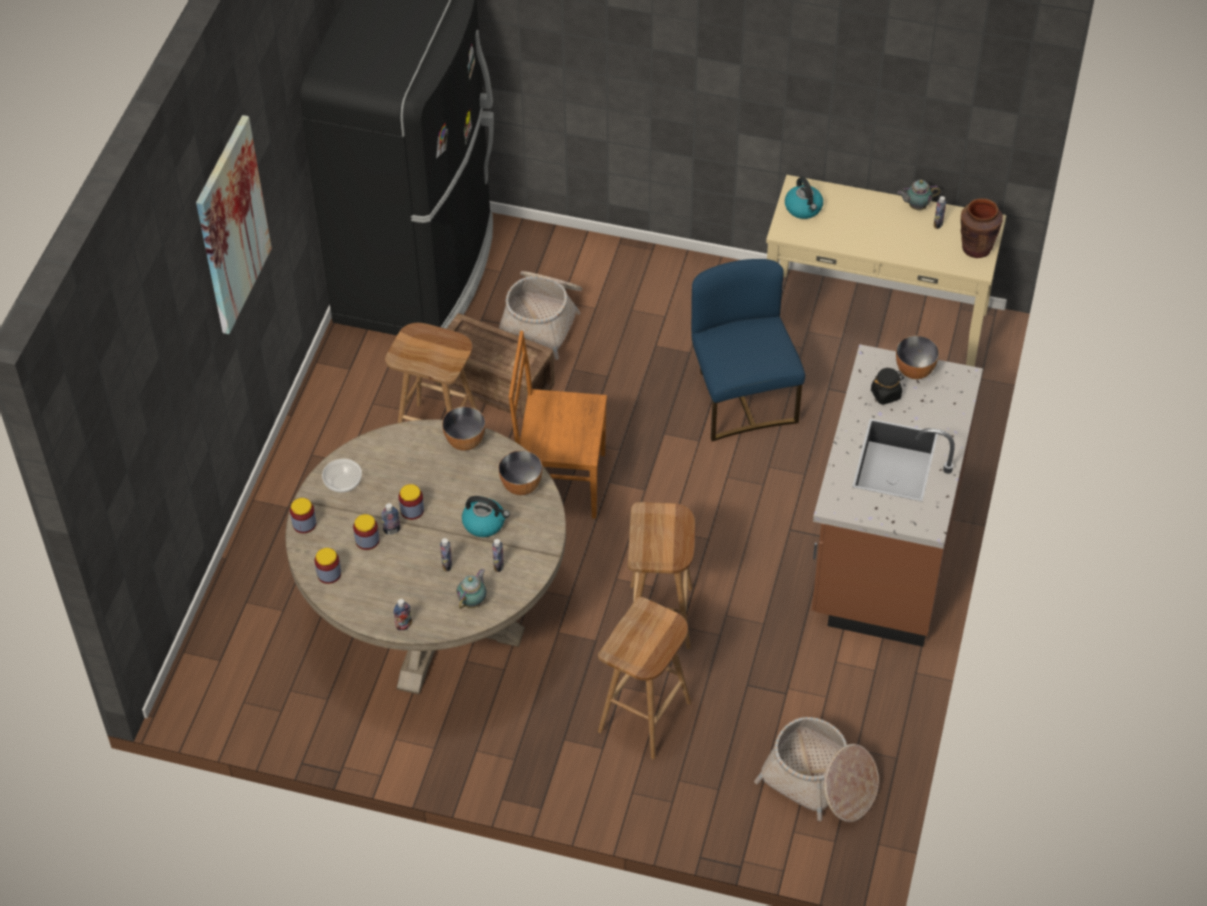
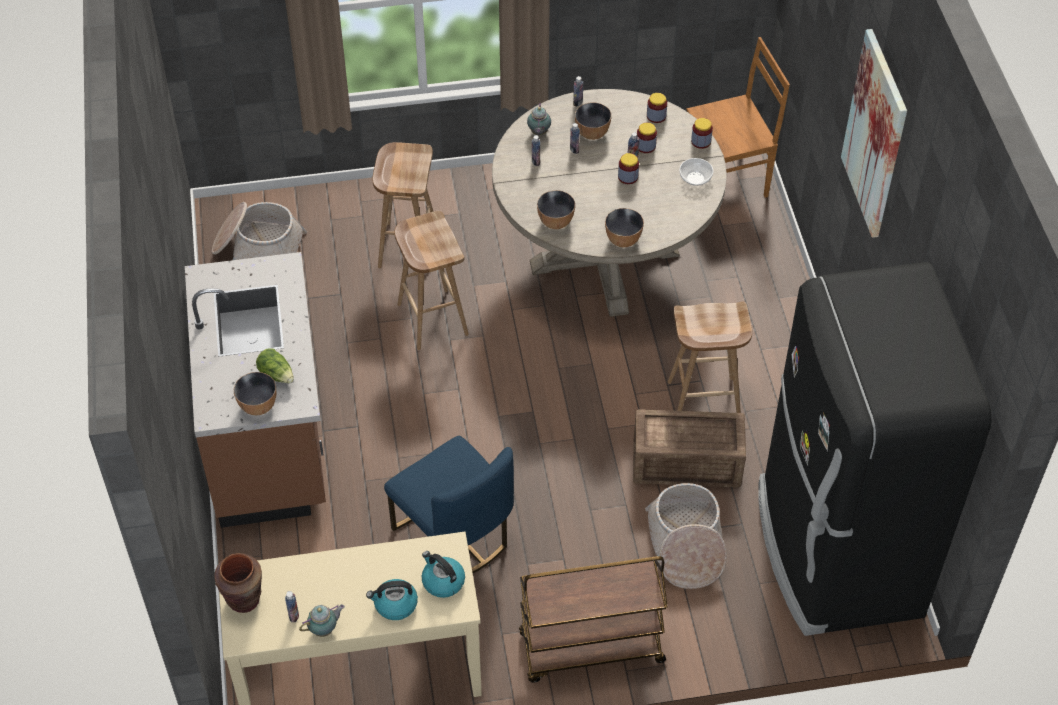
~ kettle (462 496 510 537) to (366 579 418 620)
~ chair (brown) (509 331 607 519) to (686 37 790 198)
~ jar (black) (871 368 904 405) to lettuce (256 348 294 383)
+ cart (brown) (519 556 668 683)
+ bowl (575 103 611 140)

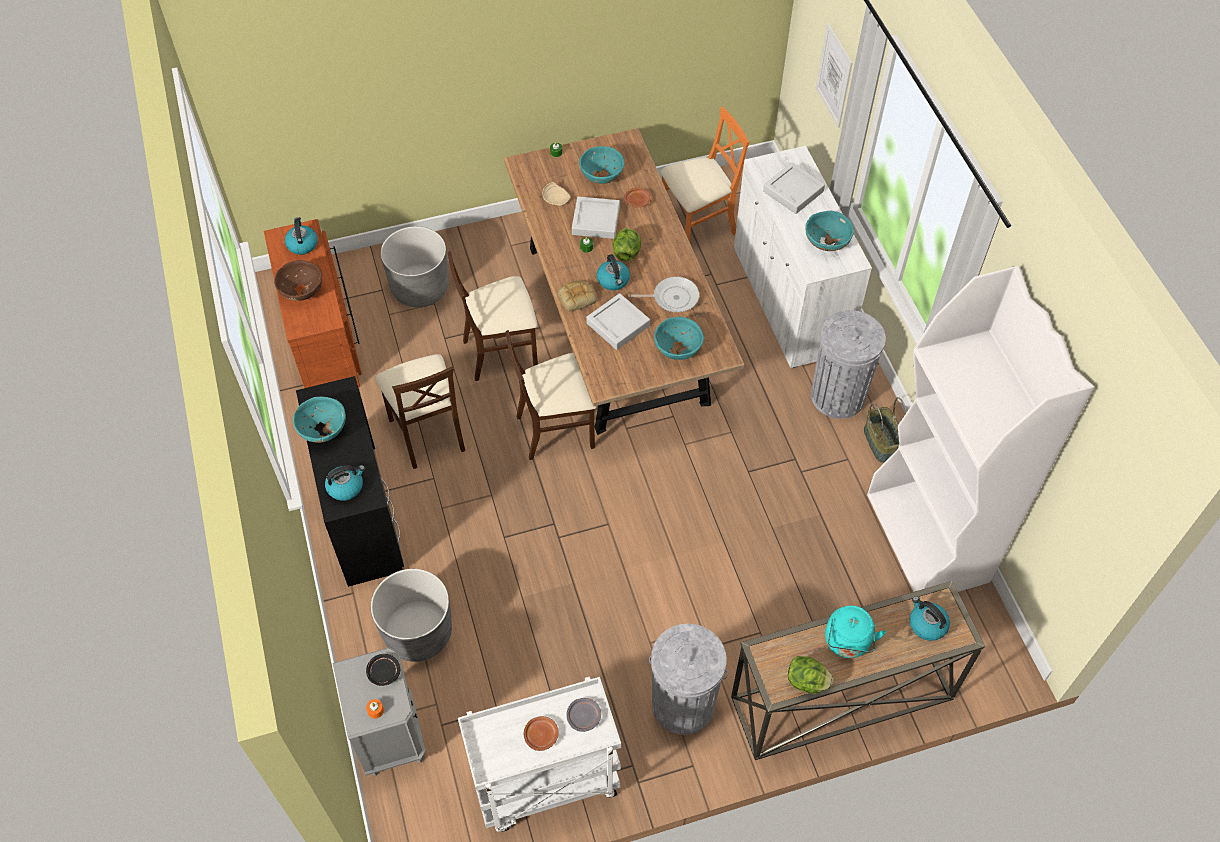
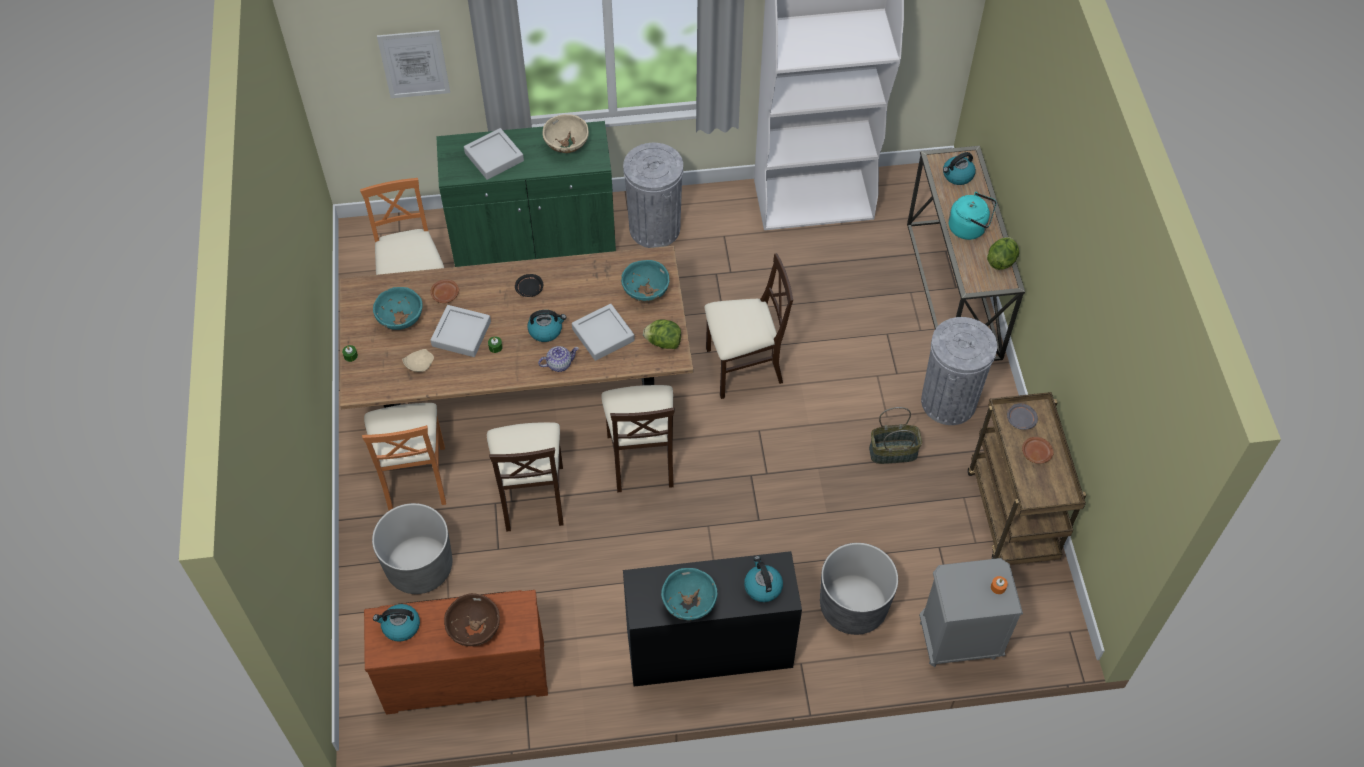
~ plate (black) (366 654 400 686) to (515 274 543 297)
~ chair (beige) (375 354 465 469) to (705 253 793 399)
~ cart (white) (458 677 621 832) to cart (brown) (968 392 1086 565)
~ bread (558 281 596 312) to teapot (538 346 579 372)
~ lettuce (613 228 641 261) to (643 319 681 349)
- frying pan (628 276 699 312)
~ cabinet (white) (734 146 872 368) to cabinet (green) (436 121 616 267)
~ bowl (turquoise) (805 211 854 251) to bowl (beige) (543 114 589 153)
~ basket (864 397 907 463) to (869 407 922 464)
+ chair (orange) (362 403 446 511)

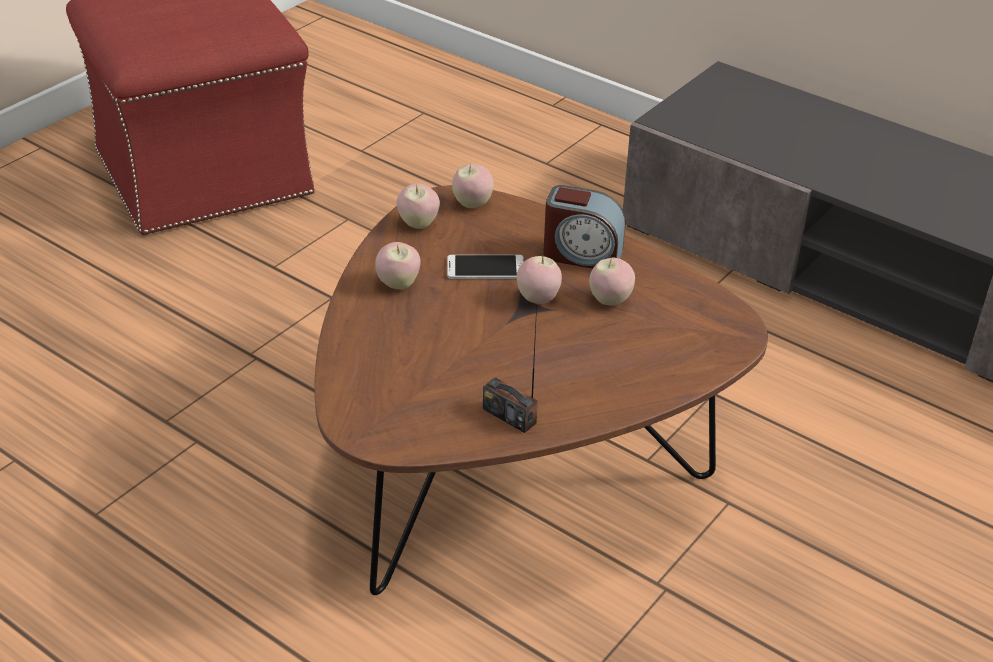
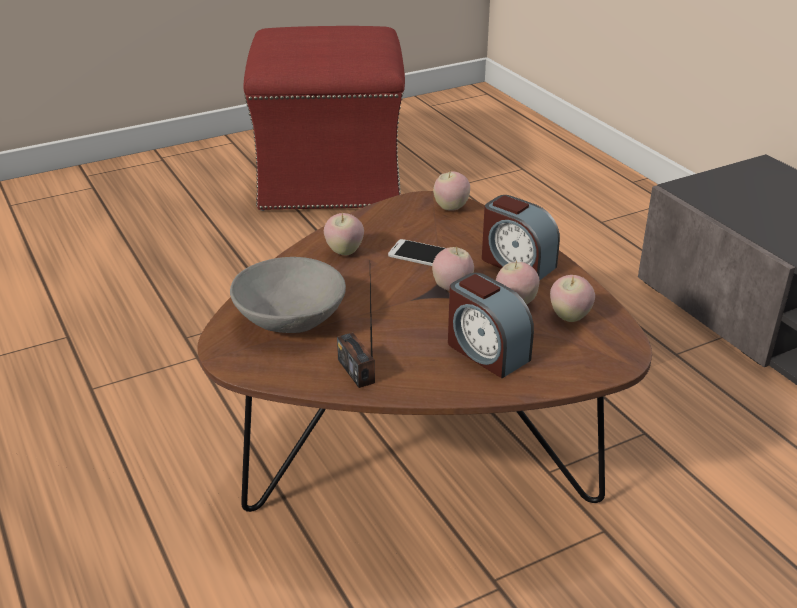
~ apple (397 183 440 229) to (550 275 595 322)
+ bowl (grey) (230 257 346 333)
+ alarm clock (448 273 534 378)

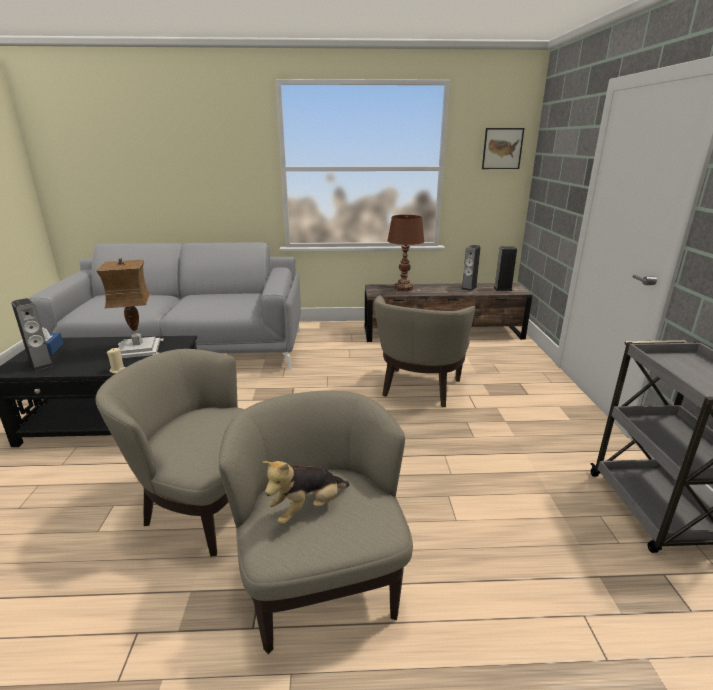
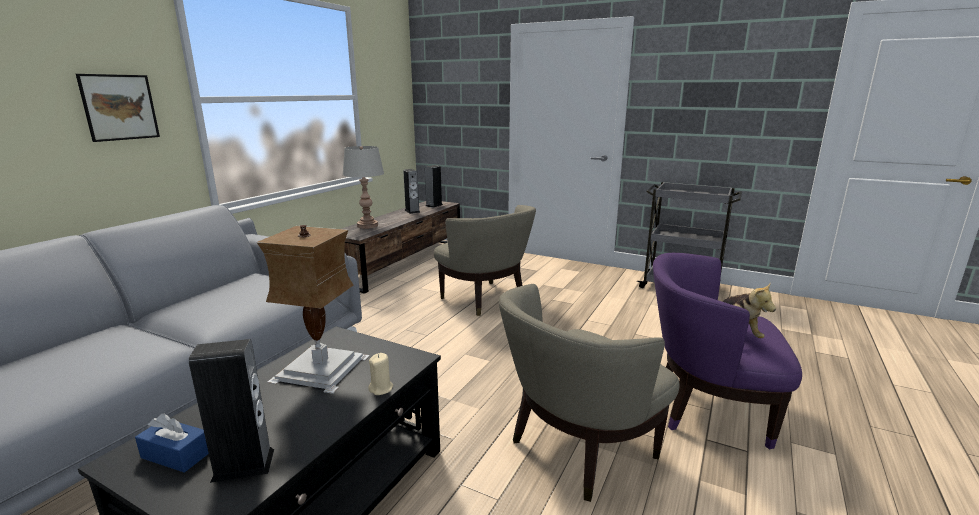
~ armchair (beige) (219 391 413 654) to armchair (purple) (653 253 802 449)
~ table lamp (brown) (387 215 425 291) to table lamp (grey) (342 146 384 229)
~ picture (482 128 524 169) to (76 74 160 142)

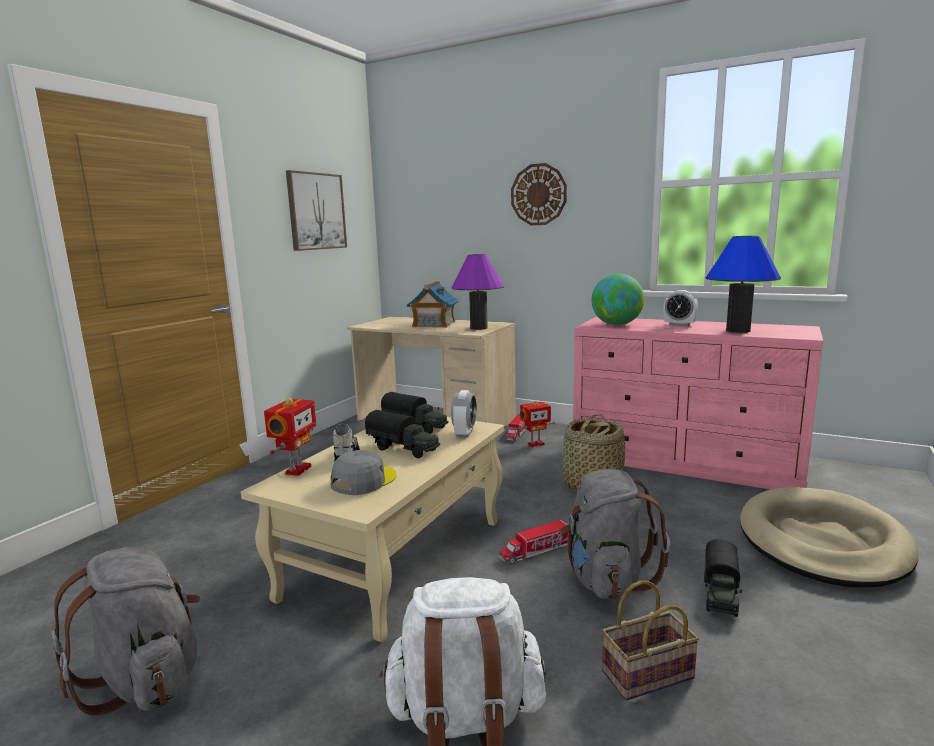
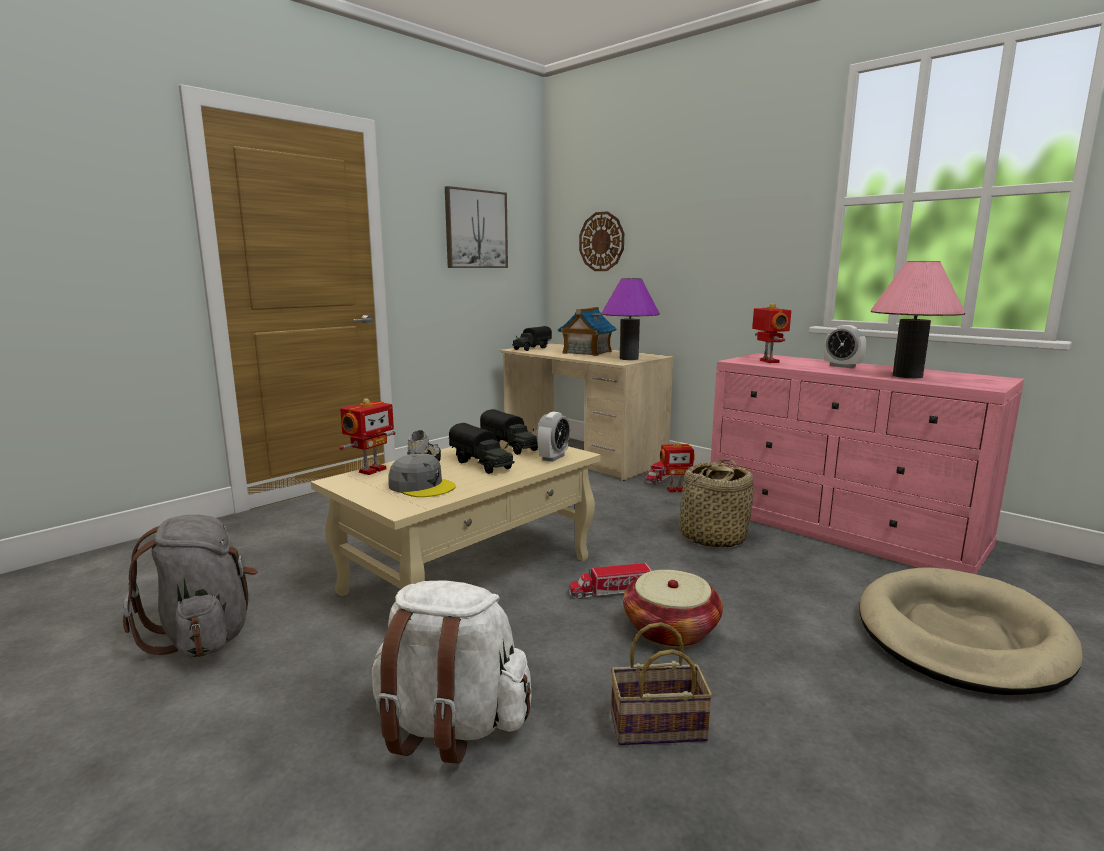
~ cap (grey) (331 450 397 495) = (389 453 456 497) 75 degrees clockwise
~ wall clock (511 163 567 225) to (579 211 624 271)
~ backpack (grey) (559 469 670 599) to basket (623 570 723 647)
~ globe (591 274 644 325) to toy robot (752 303 791 363)
~ toy truck (704 539 742 617) to (512 326 552 351)
~ table lamp (blue) (706 236 781 333) to table lamp (pink) (871 261 965 378)

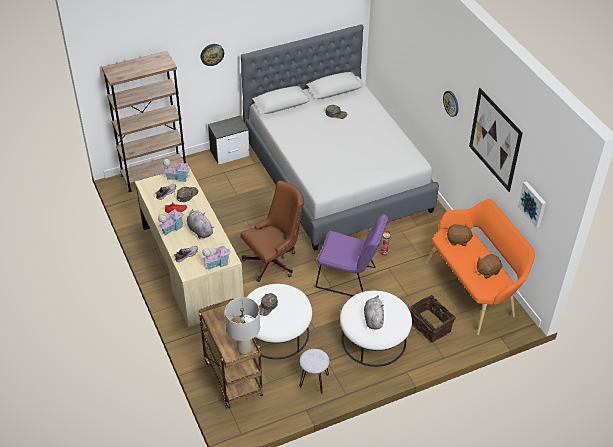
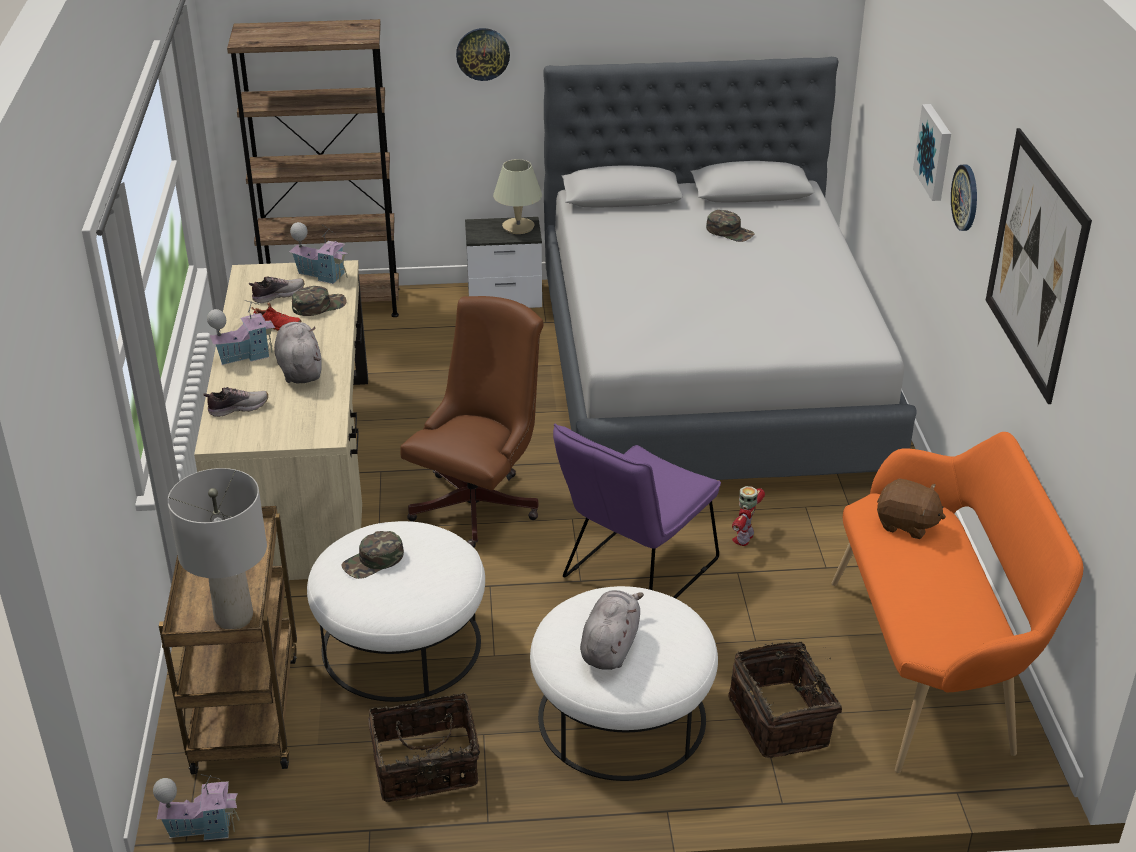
~ toy house (202 243 231 270) to (153 774 239 841)
~ office chair (brown) (240 181 304 282) = (400 296 544 548) 45 degrees counterclockwise
~ stool (grey) (299 349 330 393) to basket (368 692 480 802)
~ chair (purple) (316 213 388 296) = (553 423 721 598) 90 degrees clockwise
- plush toy (brown) (477 254 502 279)
~ picture (518 181 546 228) to (913 104 951 201)
+ table lamp (beige) (493 159 542 234)

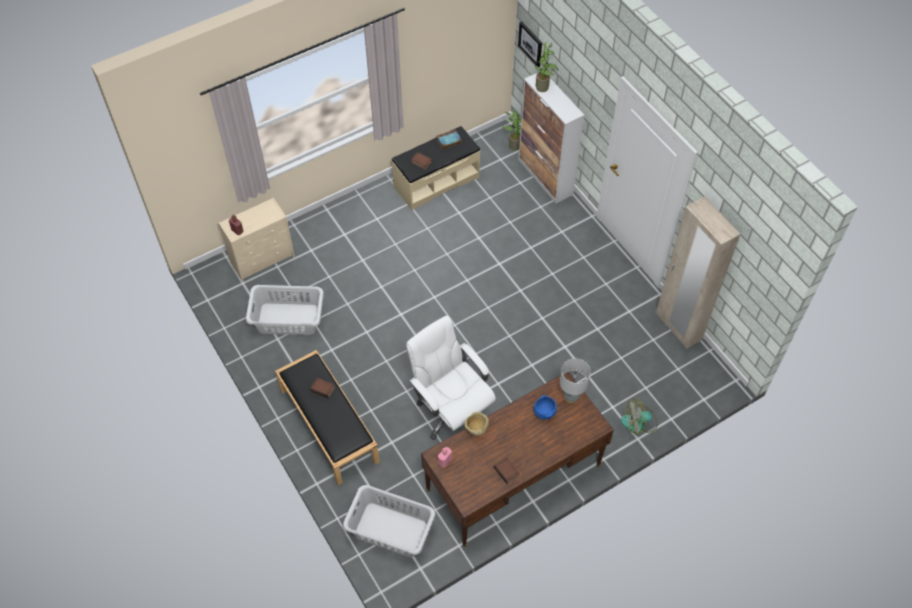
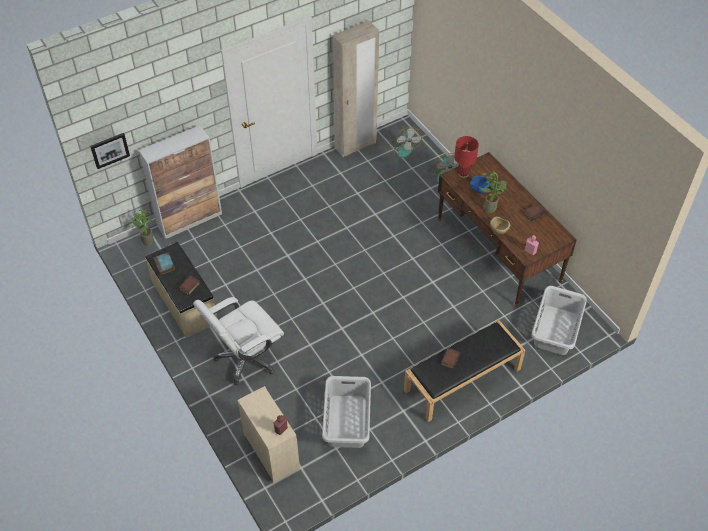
~ office chair (white) (406 316 496 440) to (193 297 284 385)
~ potted plant (535 42 558 92) to (479 171 507 213)
~ table lamp (grey) (560 358 591 403) to table lamp (red) (454 136 479 178)
+ fan (388 127 422 158)

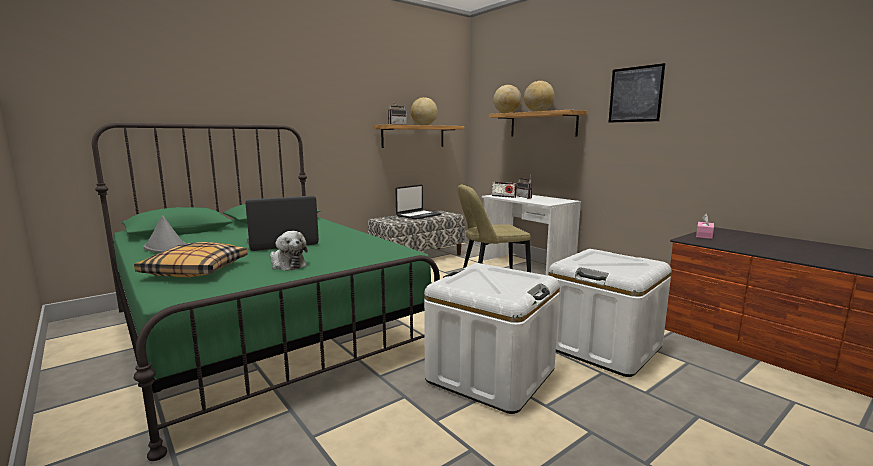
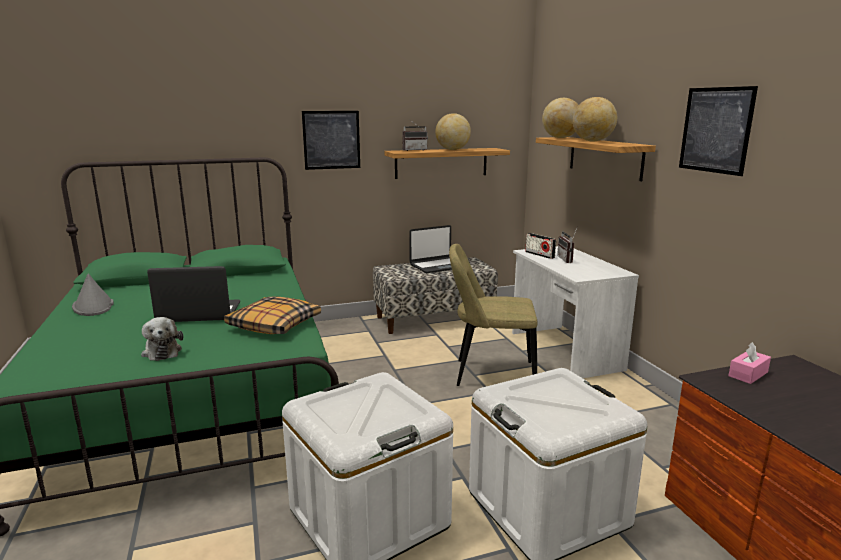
~ pillow (134 242 247 277) to (224 296 321 334)
+ picture (302 111 360 170)

